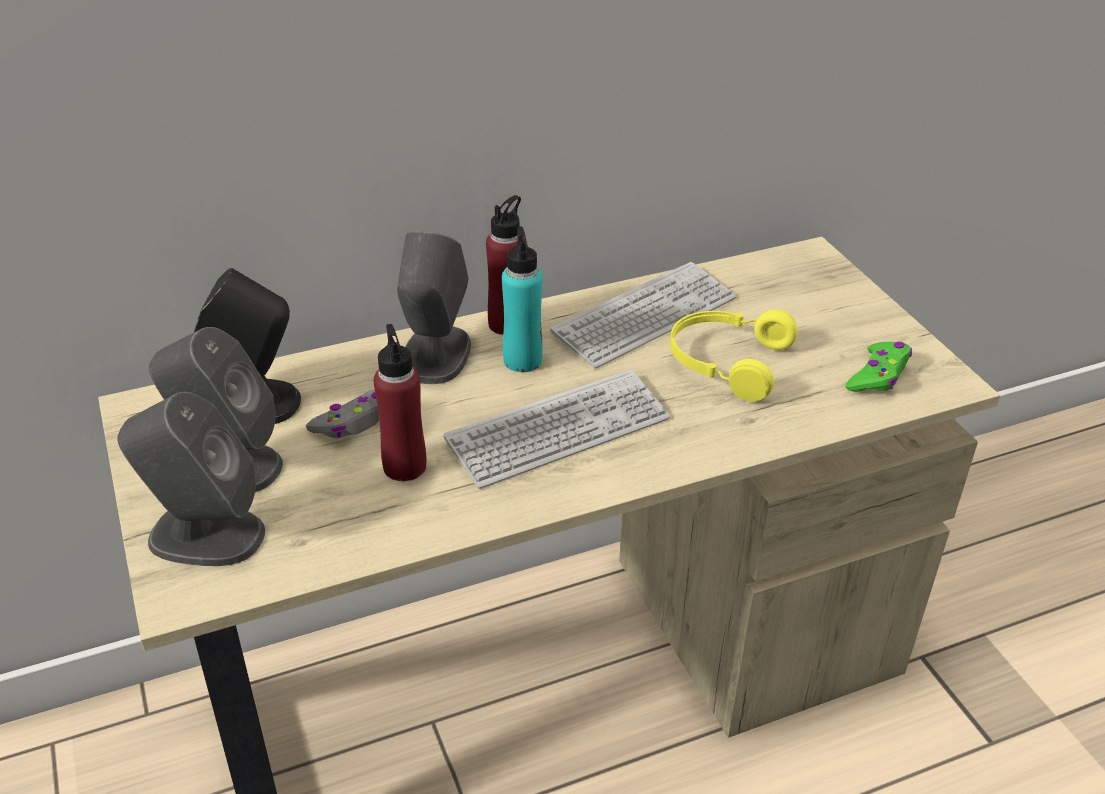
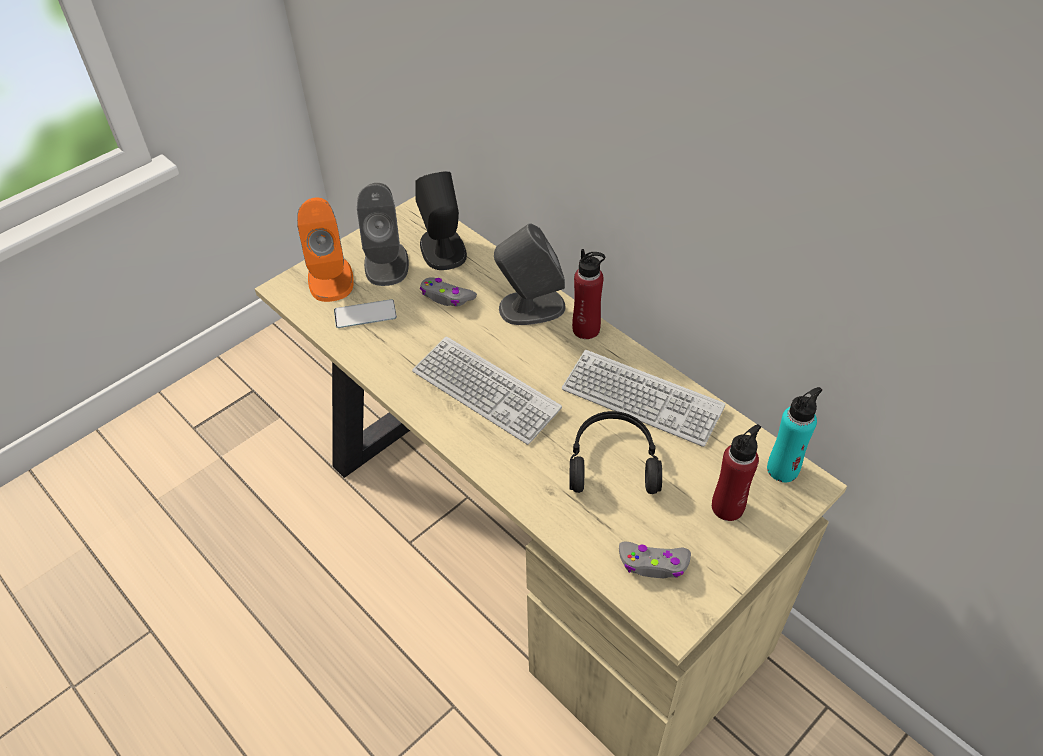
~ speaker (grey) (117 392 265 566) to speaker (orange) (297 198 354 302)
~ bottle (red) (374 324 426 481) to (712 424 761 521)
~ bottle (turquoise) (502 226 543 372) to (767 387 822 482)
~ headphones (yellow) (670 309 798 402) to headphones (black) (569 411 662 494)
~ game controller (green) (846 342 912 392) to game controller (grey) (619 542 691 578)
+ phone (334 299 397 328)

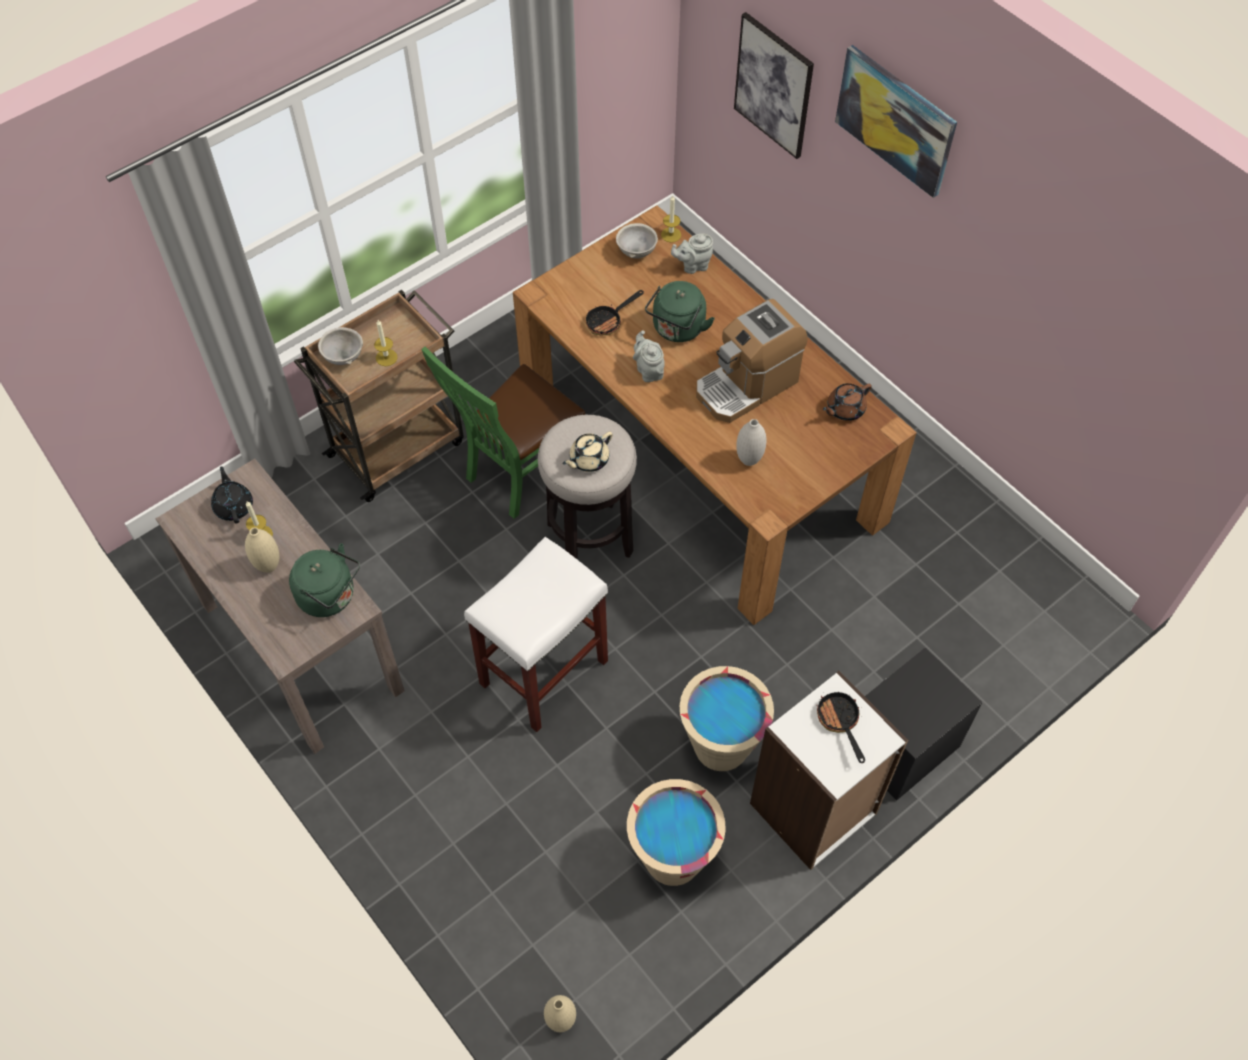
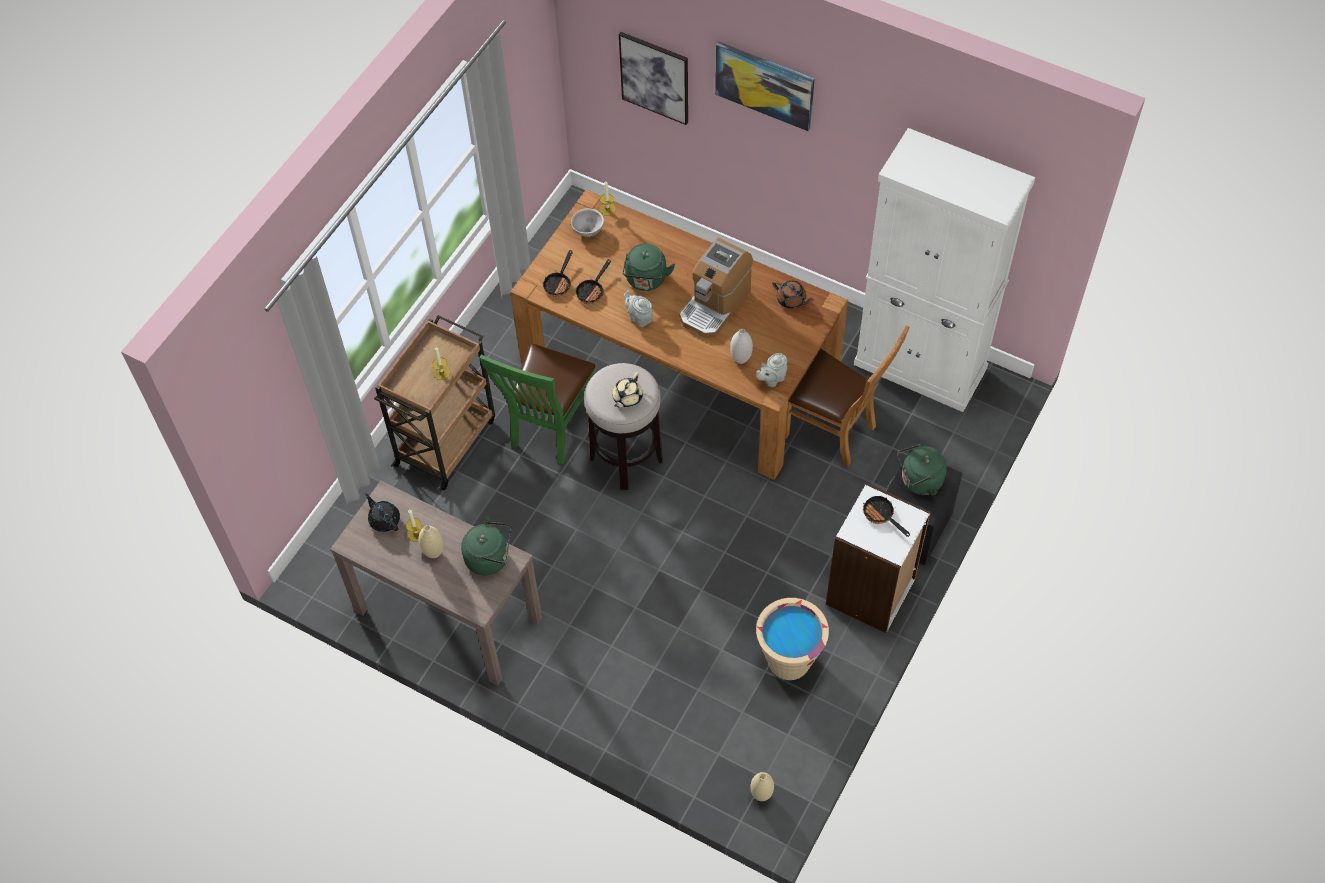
- bowl (grey) (318 327 363 365)
- stool (white) (464 537 608 732)
~ teapot (grey) (671 234 713 274) to (757 353 787 387)
- bucket (beige) (680 666 774 771)
~ teapot (brown) (823 383 872 421) = (773 280 814 309) 90 degrees counterclockwise
+ frying pan (543 250 572 297)
+ chair (brown) (785 325 909 467)
+ cabinet (white) (854 128 1035 412)
+ kettle (green) (897 444 947 495)

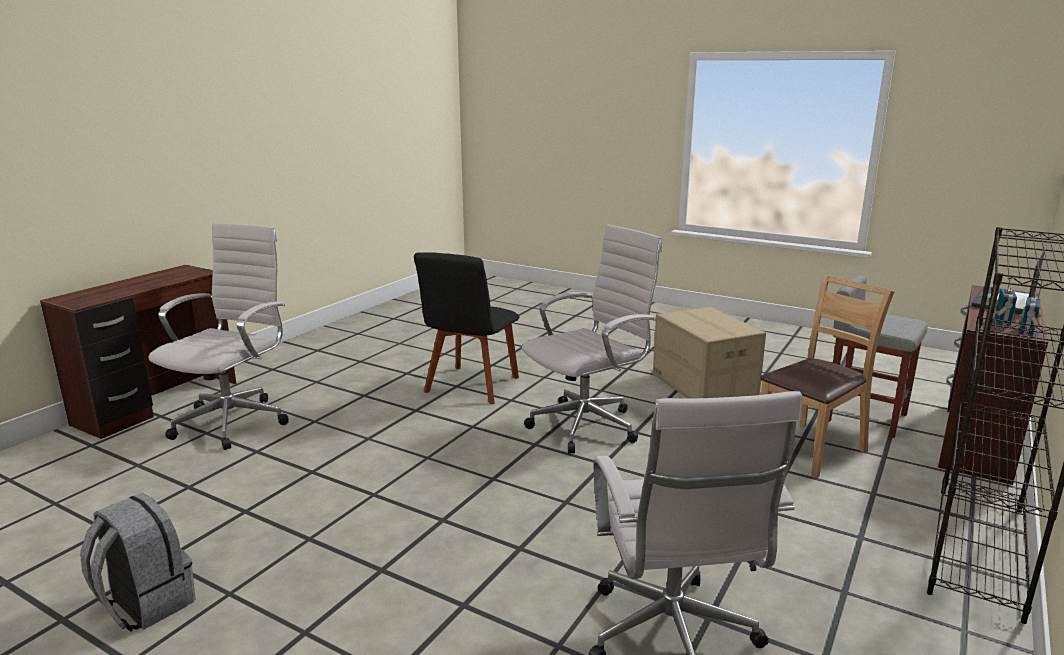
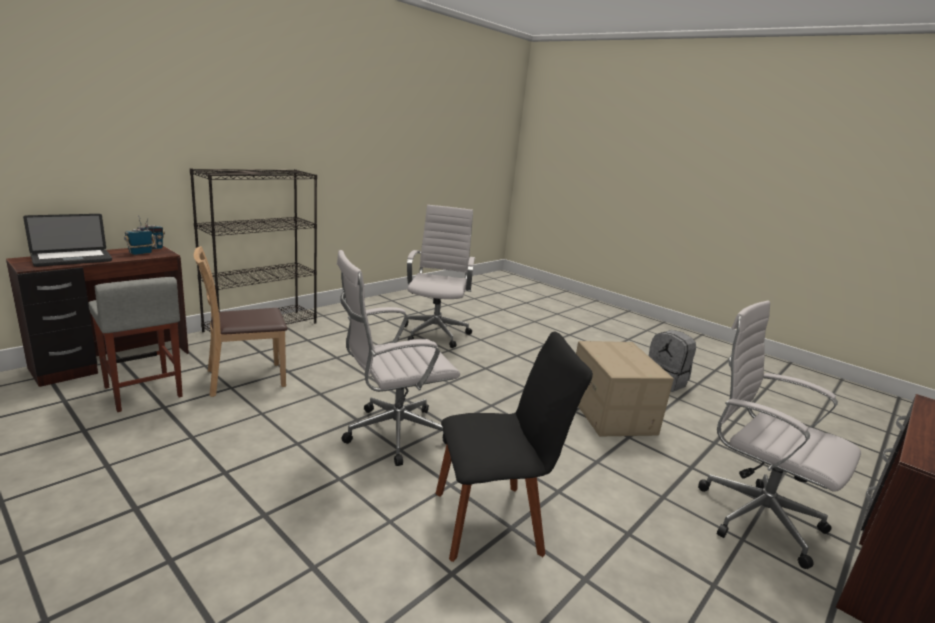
~ office chair (white) (148 223 289 450) = (698 300 861 569) 105 degrees clockwise
~ chair (black) (414 252 519 405) = (435 331 593 562) 45 degrees clockwise
~ cardboard box (653 306 766 398) to (576 341 674 436)

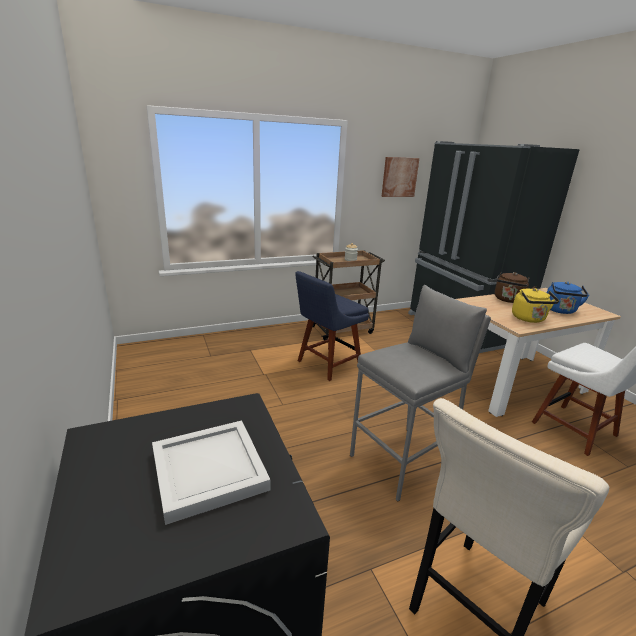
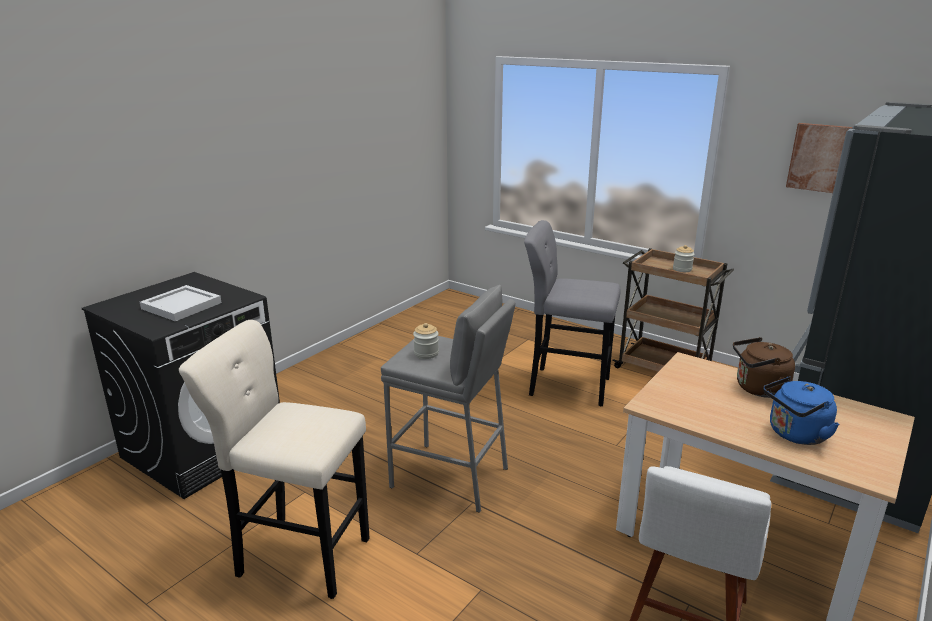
~ chair (blue) (295 271 369 381) to stool (grey) (524 220 620 407)
- kettle (yellow) (512 288 559 323)
+ jar (413 323 439 359)

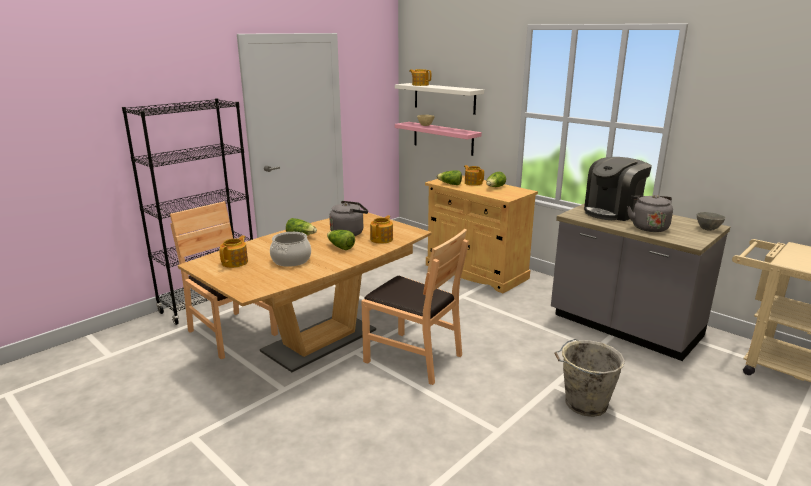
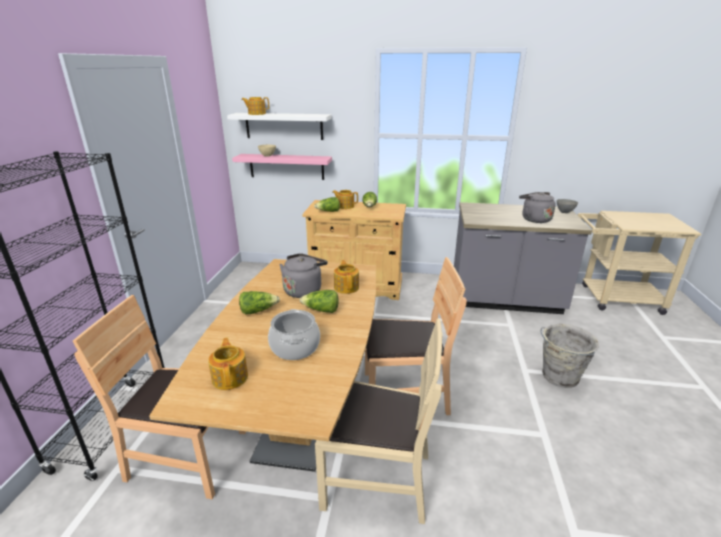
- coffee machine (584 157 652 221)
+ chair (beige) (315 319 443 524)

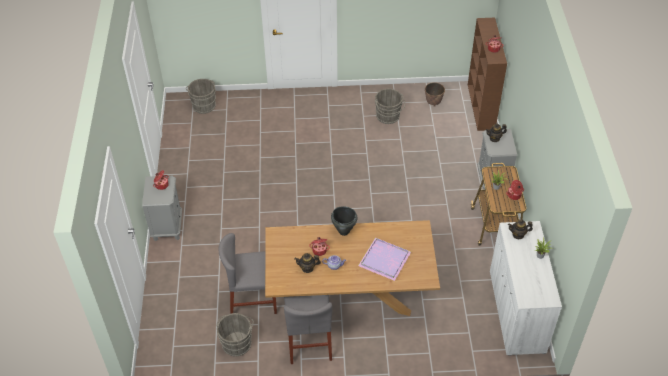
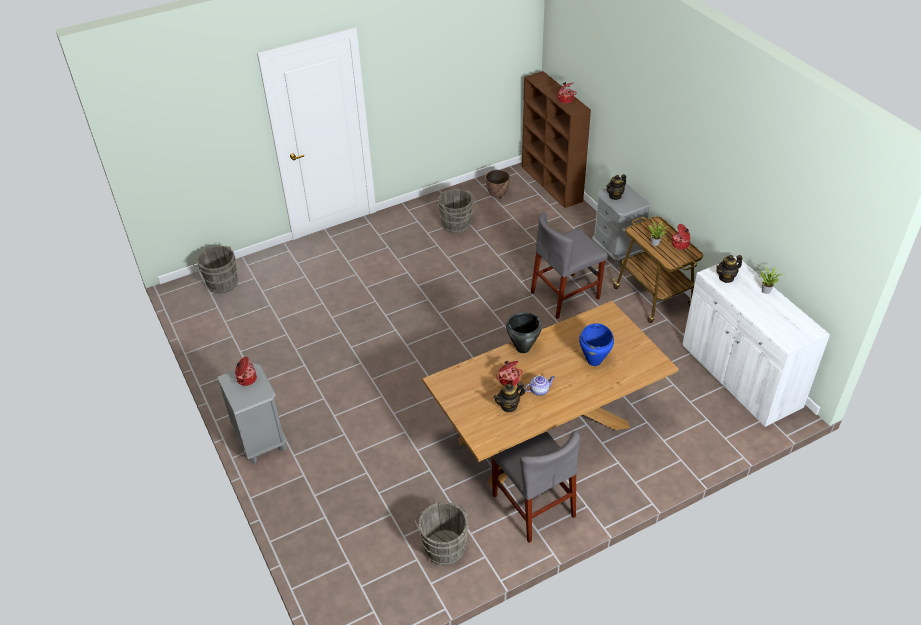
~ chair (grey) (219 233 277 314) to (531 213 608 319)
~ tray (purple) (358 238 411 281) to cooking pot (blue) (579 323 614 366)

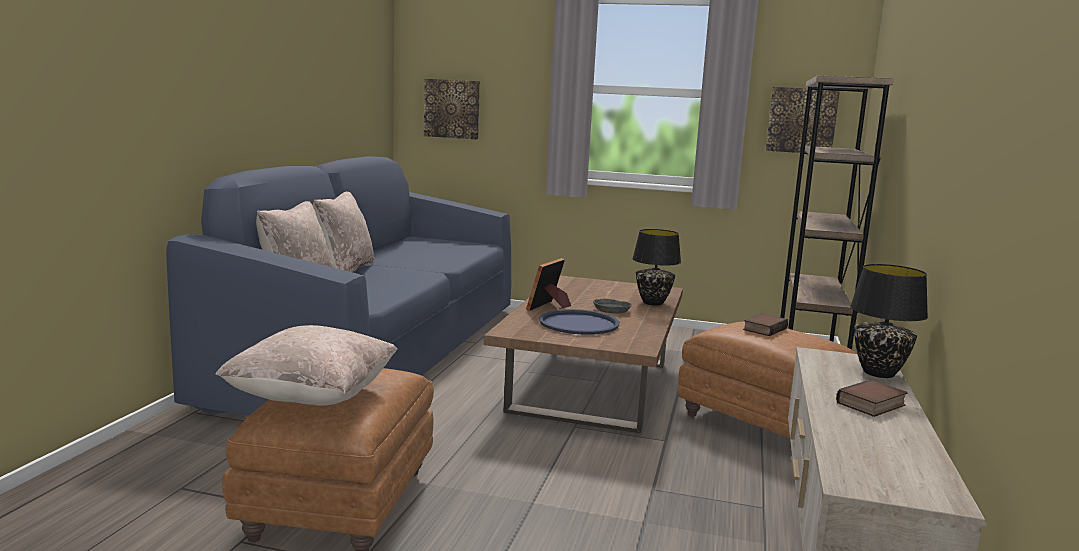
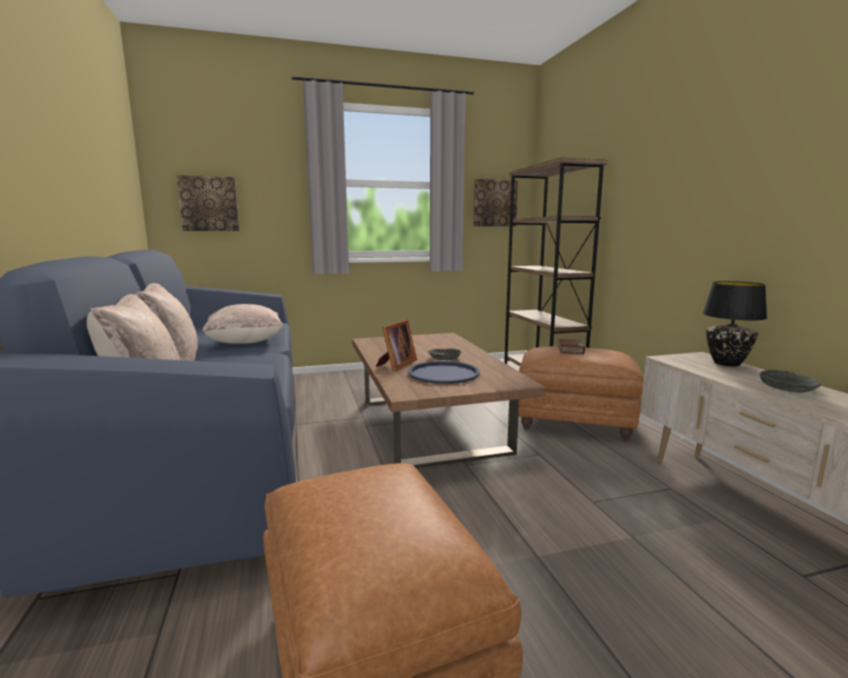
~ pillow (beige) (215 325 398 406) to (202 304 283 344)
~ picture frame (526 258 571 311) = (376 320 417 371) 150 degrees counterclockwise
- table lamp (black) (632 229 681 306)
~ book (836 380 908 417) to bowl (grey) (760 370 821 392)

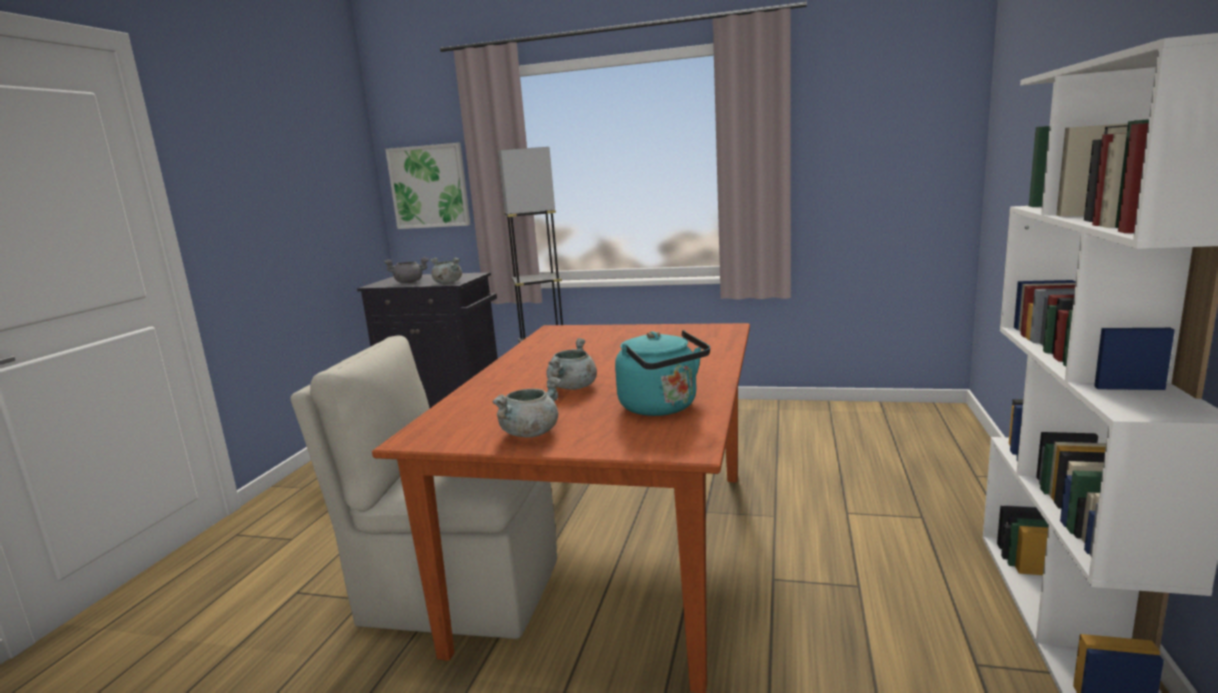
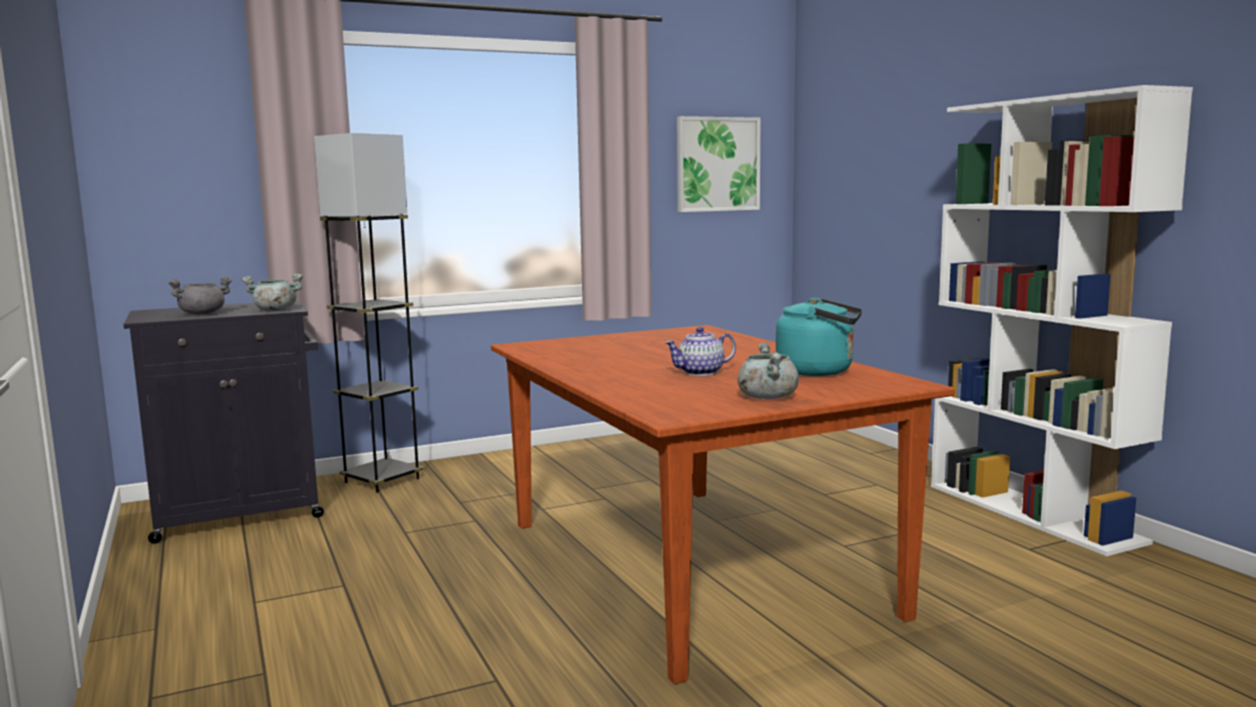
- chair (beige) (290 335 557 639)
~ picture (385 143 471 229) to (677 116 761 212)
~ cooking pot (grey) (546 338 597 390) to teapot (664 327 736 376)

